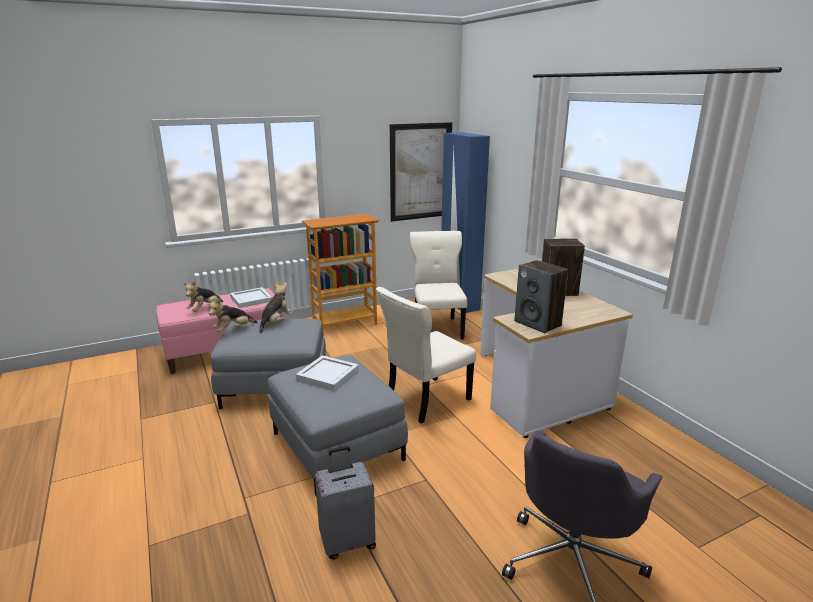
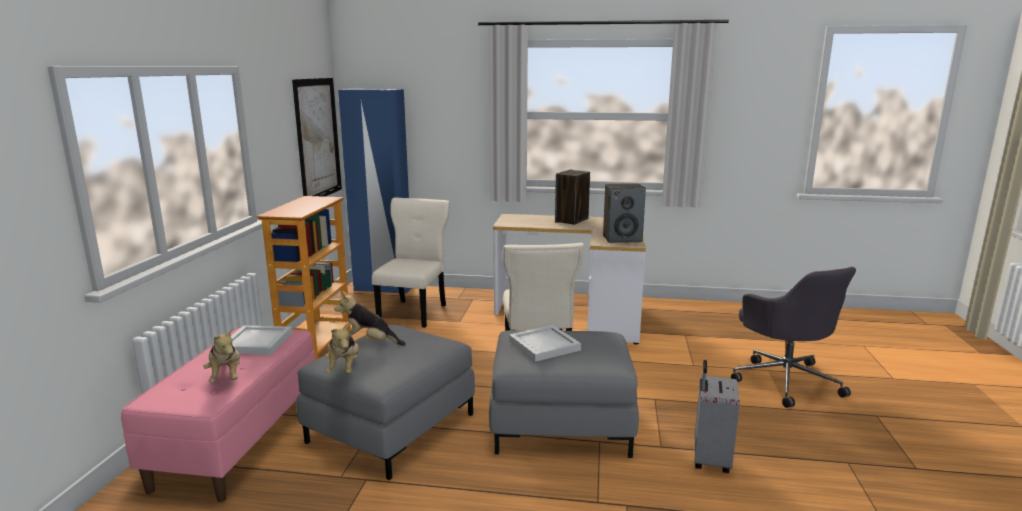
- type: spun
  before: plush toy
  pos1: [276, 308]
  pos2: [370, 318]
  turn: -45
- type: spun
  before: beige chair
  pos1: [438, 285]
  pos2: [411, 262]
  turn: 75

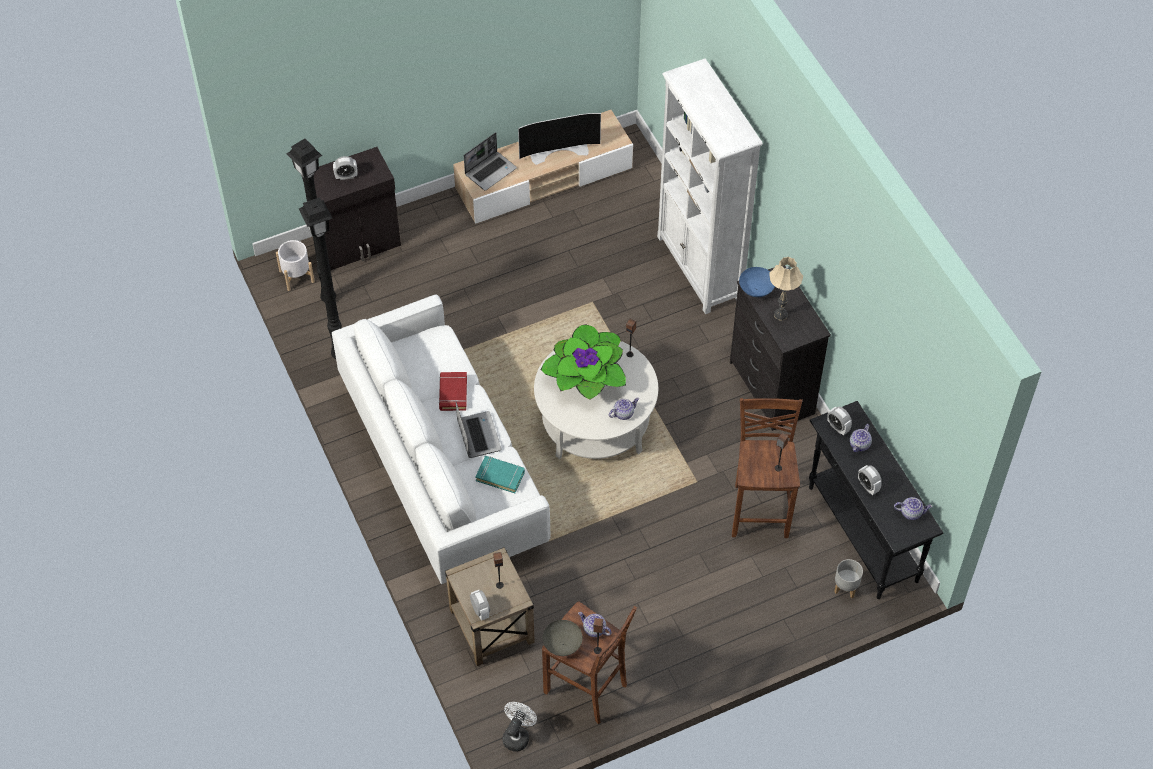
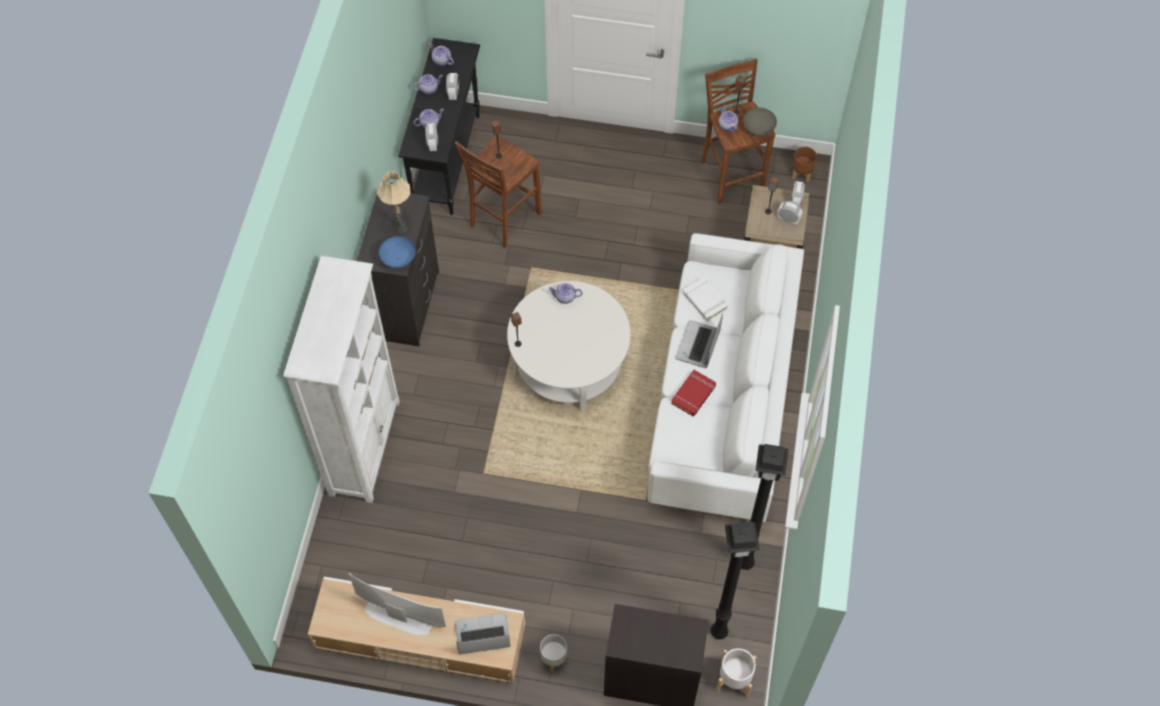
- type: relocated
  before: alarm clock
  pos1: [345, 168]
  pos2: [790, 213]
- type: colour
  before: turquoise book
  after: white book
  pos1: [500, 474]
  pos2: [705, 299]
- type: exchanged
  before: white fan
  after: brown planter
  pos1: [519, 727]
  pos2: [804, 164]
- type: missing
  before: potted plant
  pos1: [583, 362]
- type: relocated
  before: grey planter
  pos1: [848, 578]
  pos2: [553, 653]
- type: appeared
  after: teapot
  pos2: [427, 84]

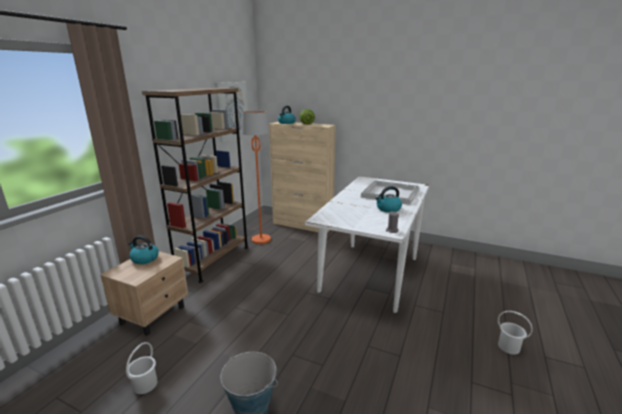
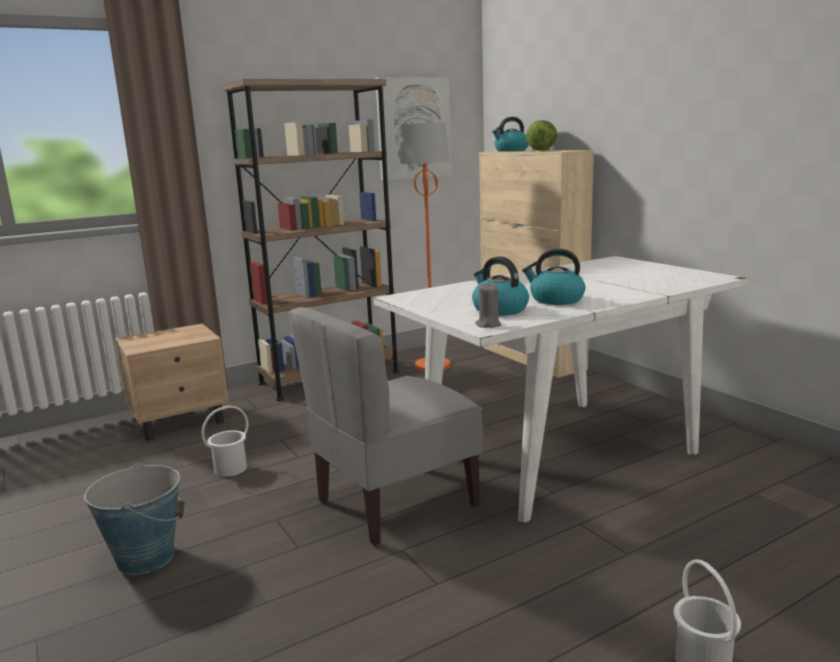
- type: relocated
  before: white bucket
  pos1: [142, 368]
  pos2: [224, 441]
- type: relocated
  before: kettle
  pos1: [143, 250]
  pos2: [500, 286]
- type: missing
  before: white tray
  pos1: [390, 192]
- type: appeared
  after: grey chair
  pos2: [386, 426]

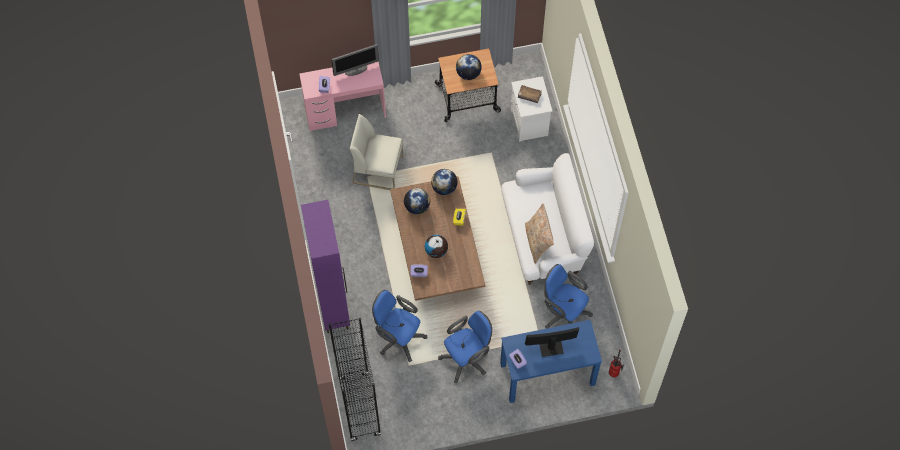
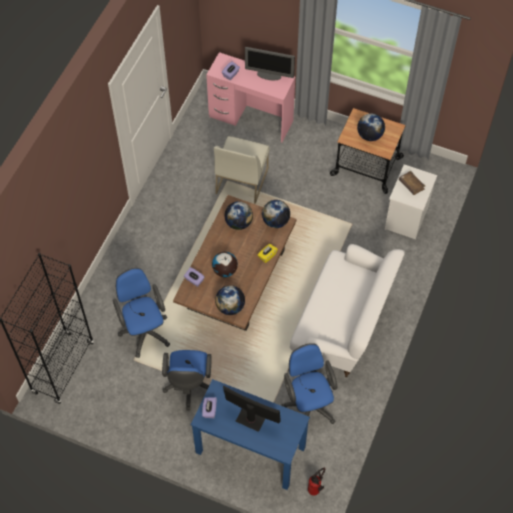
- type: missing
  before: purple cabinet
  pos1: [325, 266]
- type: spun
  before: white chair
  pos1: [376, 152]
  pos2: [242, 170]
  turn: -120
- type: spun
  before: blue office chair
  pos1: [465, 347]
  pos2: [186, 380]
  turn: 90
- type: missing
  before: beige pillow
  pos1: [539, 233]
- type: appeared
  after: globe
  pos2: [230, 300]

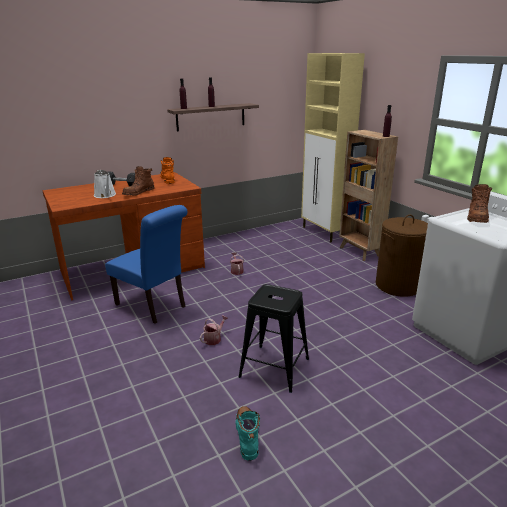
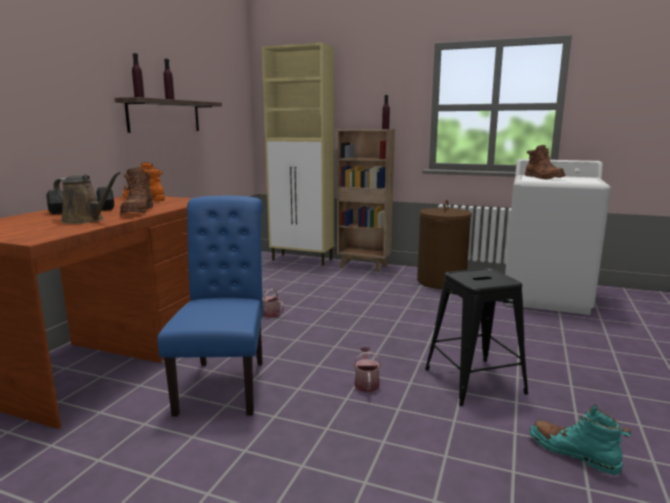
- type: colour
  before: white watering can
  after: brown watering can
  pos1: [105, 184]
  pos2: [87, 198]
- type: spun
  before: blue chair
  pos1: [146, 264]
  pos2: [210, 306]
  turn: -90

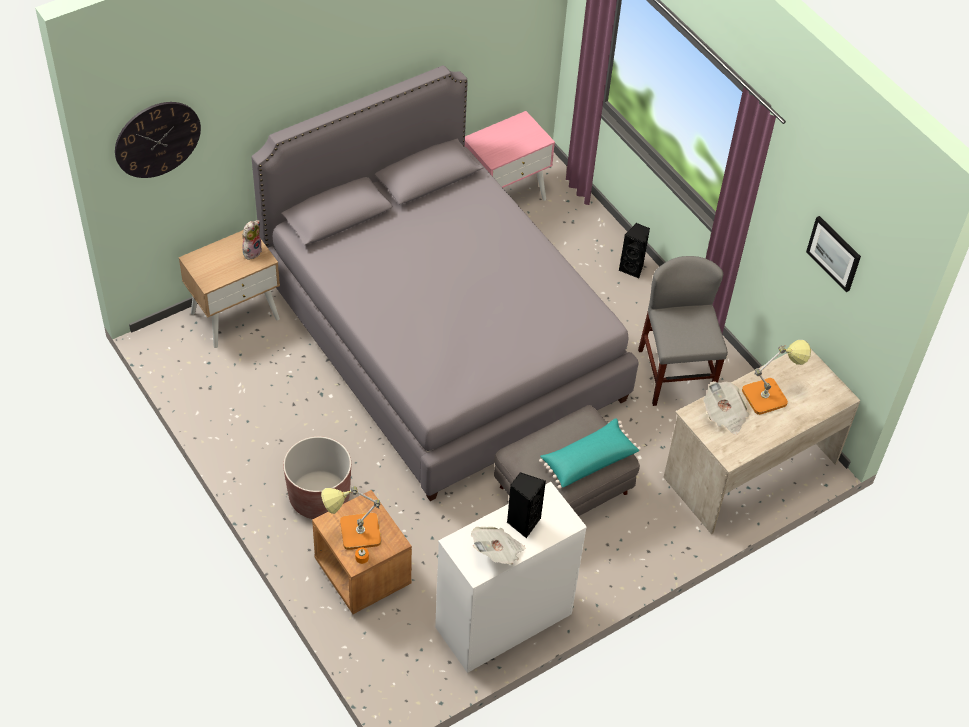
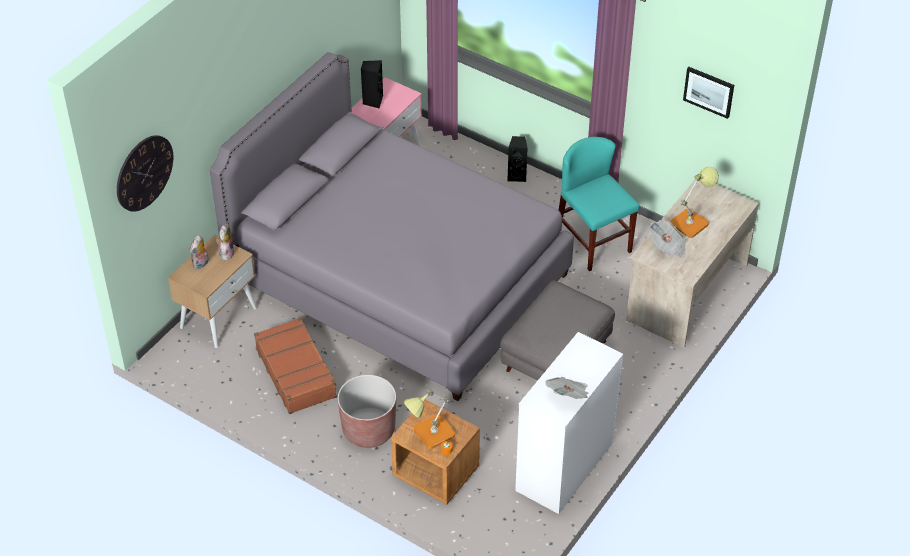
- type: relocated
  before: black speaker
  pos1: [526, 505]
  pos2: [372, 84]
- type: missing
  before: turquoise pillow
  pos1: [590, 454]
- type: colour
  before: grey chair
  after: turquoise chair
  pos1: [683, 331]
  pos2: [599, 204]
- type: appeared
  after: plush toy
  pos2: [199, 252]
- type: appeared
  after: brown suitcase
  pos2: [295, 366]

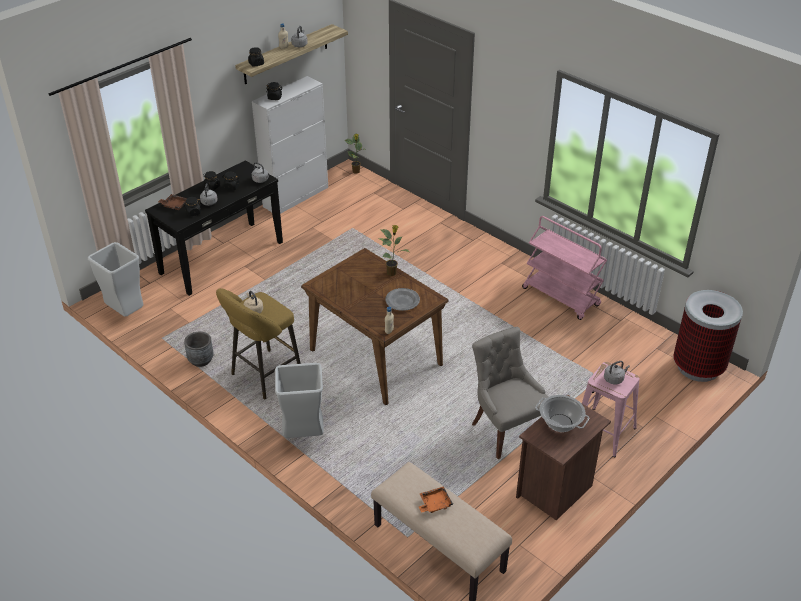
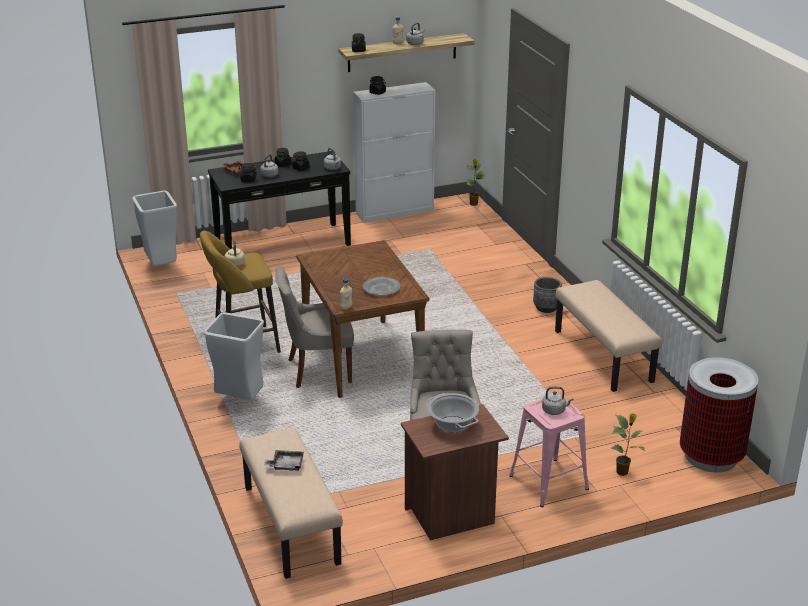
- type: relocated
  before: grey planter
  pos1: [199, 349]
  pos2: [547, 295]
- type: relocated
  before: potted plant
  pos1: [394, 250]
  pos2: [628, 444]
- type: colour
  before: orange tray
  after: grey tray
  pos1: [435, 499]
  pos2: [284, 460]
- type: exchanged
  before: pink cart
  after: beige bench
  pos1: [564, 268]
  pos2: [608, 336]
- type: appeared
  after: grey chair
  pos2: [314, 327]

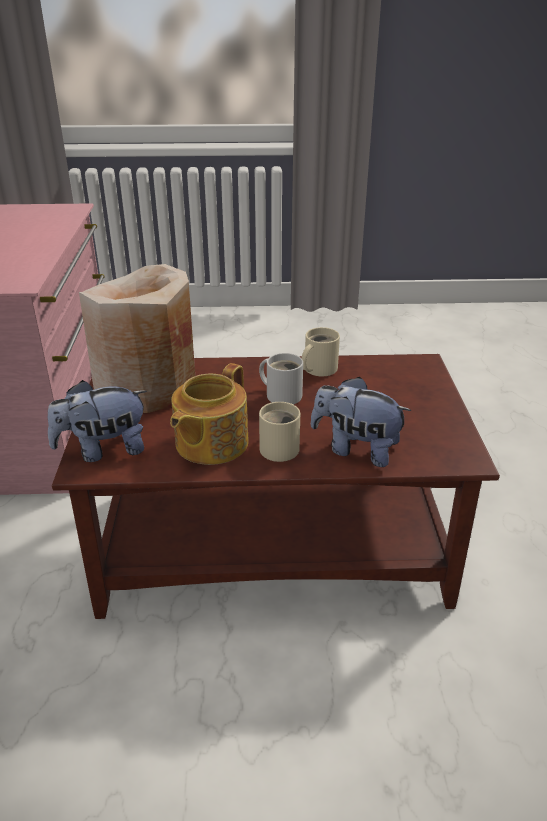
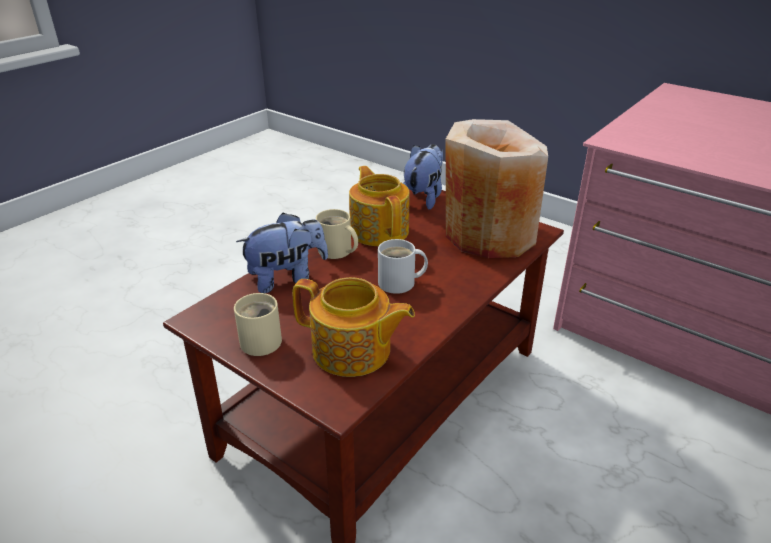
- type: relocated
  before: beige mug
  pos1: [321, 351]
  pos2: [258, 324]
- type: appeared
  after: teapot
  pos2: [354, 327]

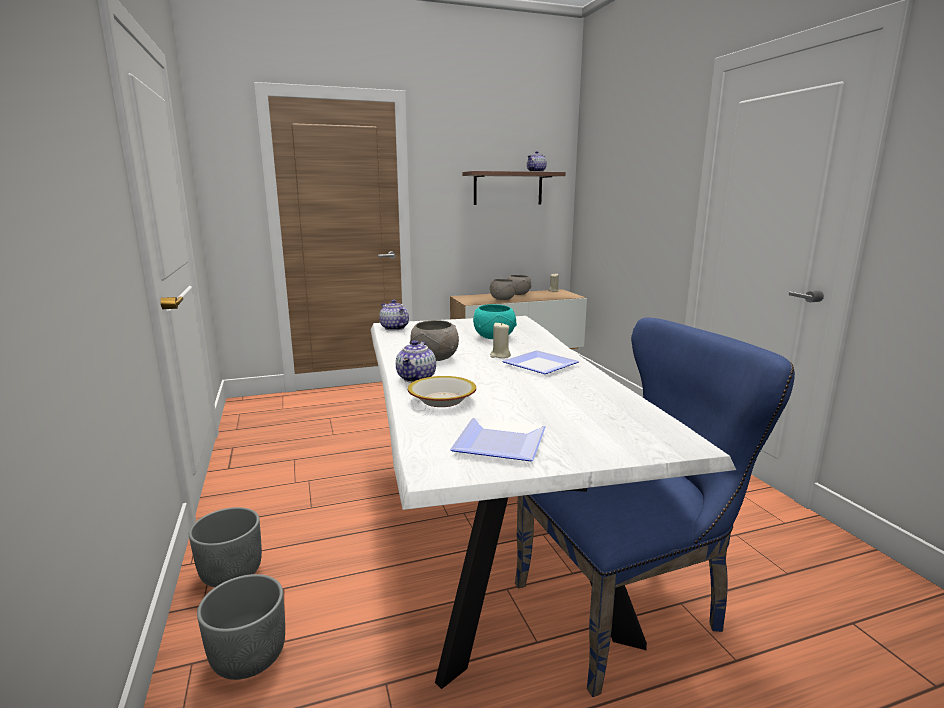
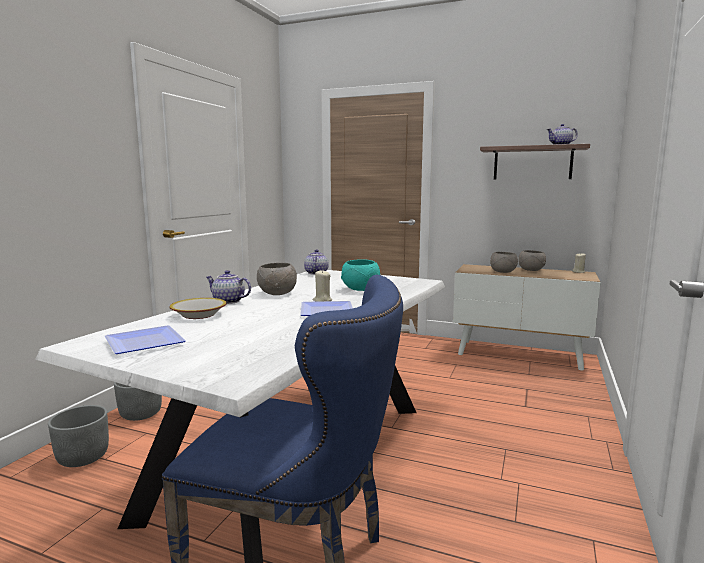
- type: spun
  before: teapot
  pos1: [416, 361]
  pos2: [228, 287]
  turn: 60

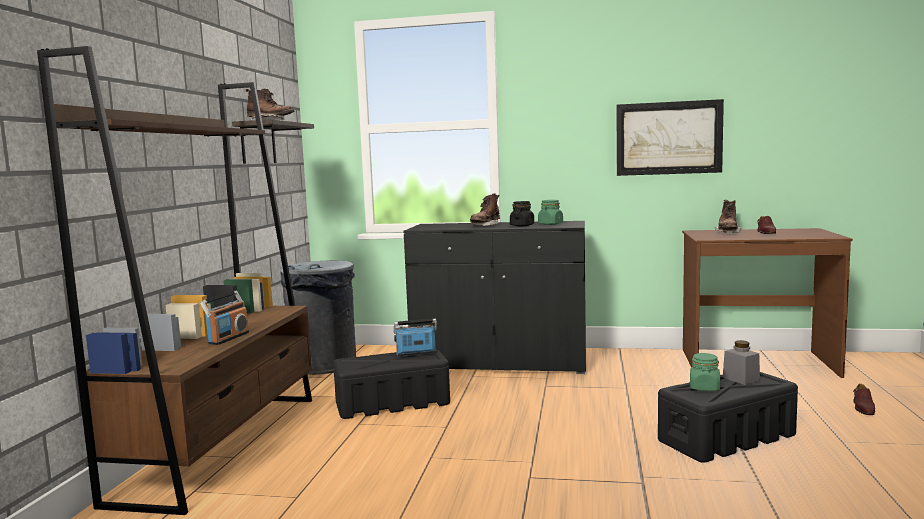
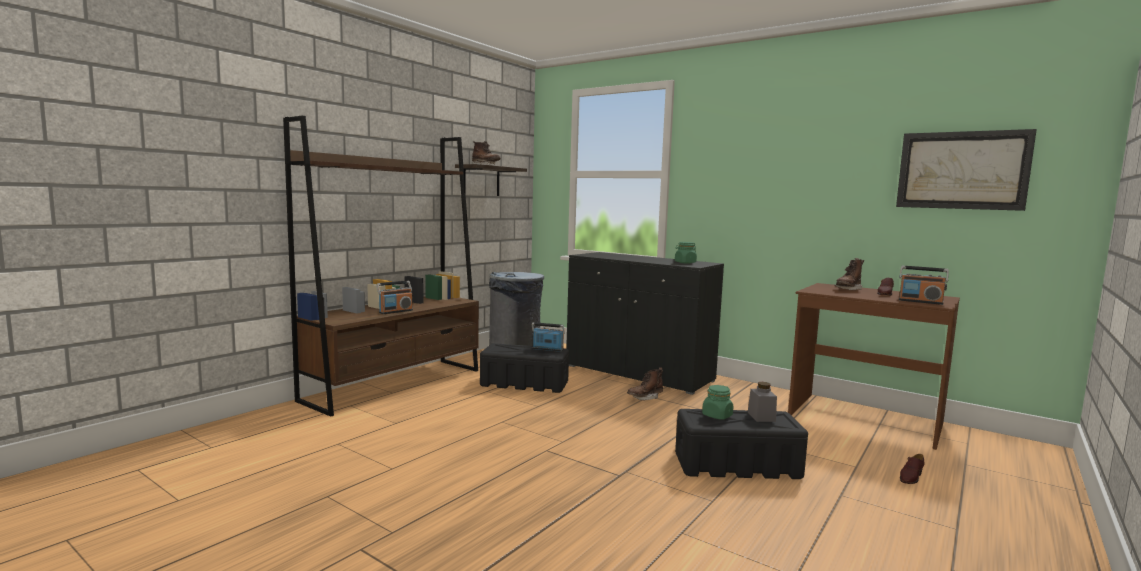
- type: relocated
  before: brown boot
  pos1: [485, 209]
  pos2: [645, 383]
- type: missing
  before: black jar
  pos1: [522, 213]
- type: relocated
  before: picture
  pos1: [670, 137]
  pos2: [966, 170]
- type: appeared
  after: radio
  pos2: [924, 285]

